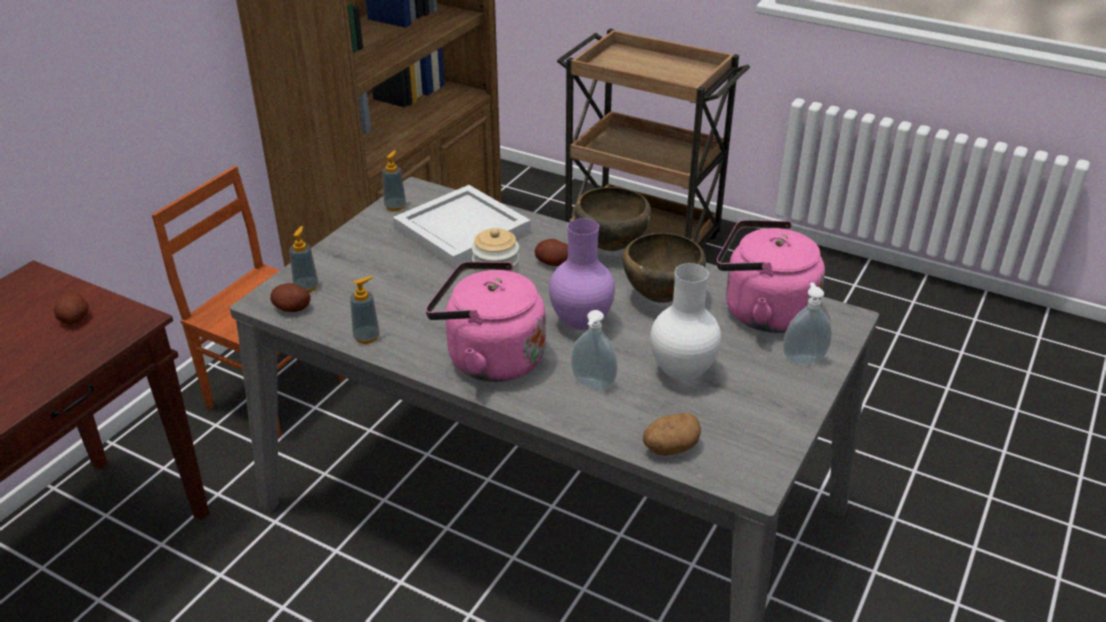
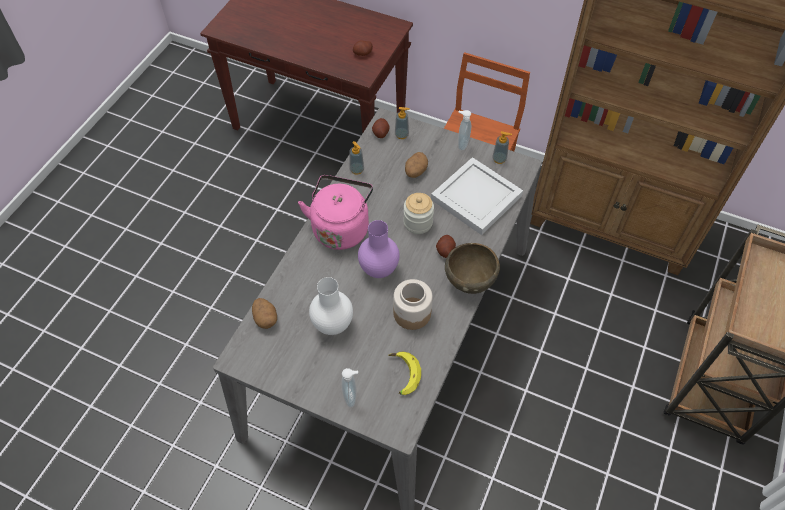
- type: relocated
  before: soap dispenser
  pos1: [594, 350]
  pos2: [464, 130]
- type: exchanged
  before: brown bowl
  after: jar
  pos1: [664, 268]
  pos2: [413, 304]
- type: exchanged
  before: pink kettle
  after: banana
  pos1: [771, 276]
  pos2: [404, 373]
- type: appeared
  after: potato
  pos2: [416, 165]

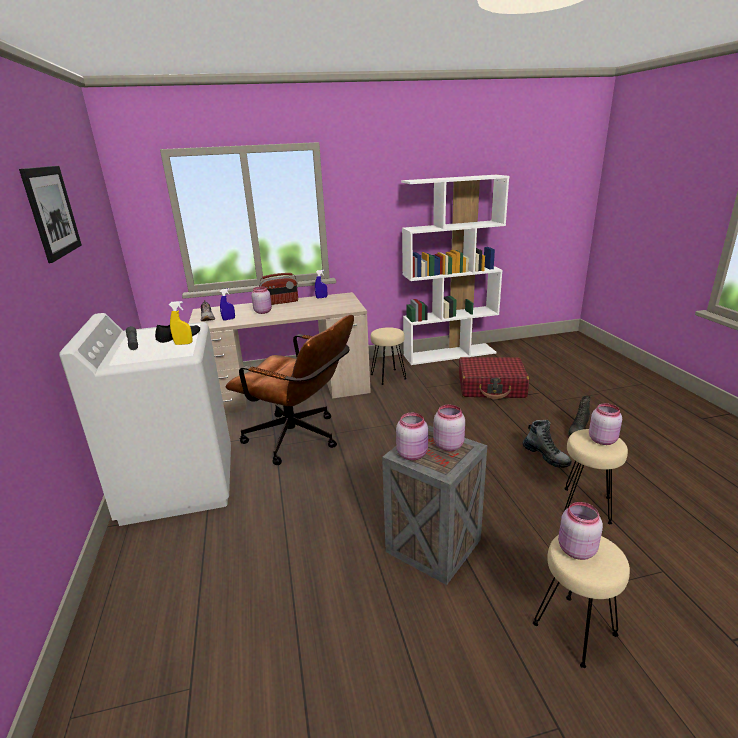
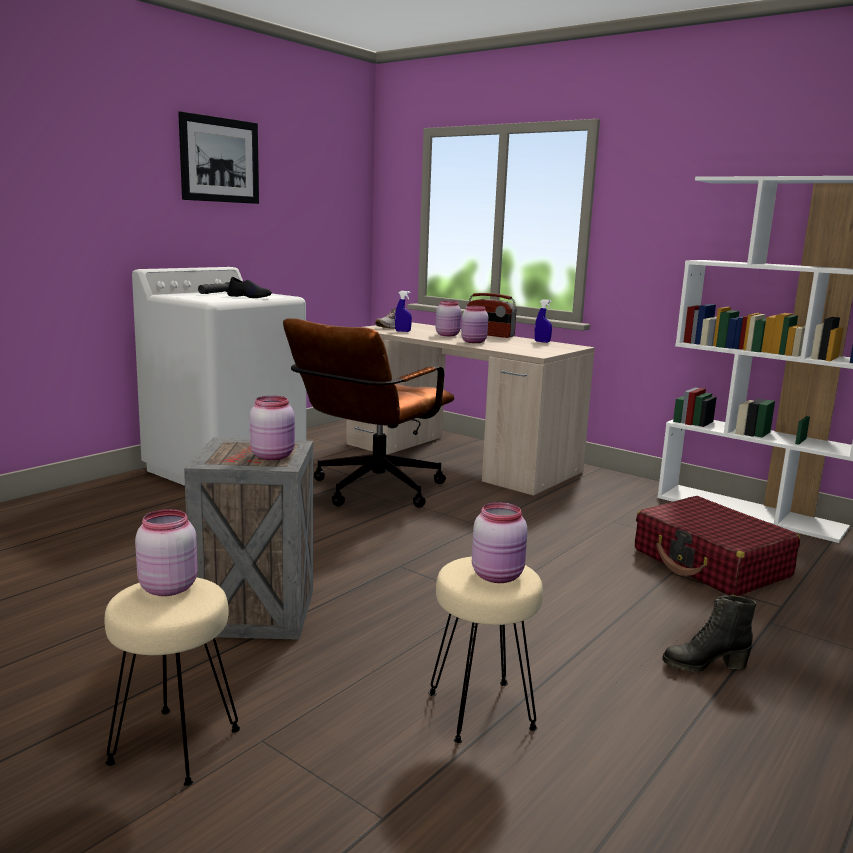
- type: missing
  before: yellow spray bottle
  pos1: [181, 323]
- type: spun
  before: brown office chair
  pos1: [290, 390]
  pos2: [369, 413]
  turn: 45
- type: missing
  before: beige stool
  pos1: [388, 356]
- type: relocated
  before: pink jar
  pos1: [412, 436]
  pos2: [474, 324]
- type: missing
  before: boot
  pos1: [547, 444]

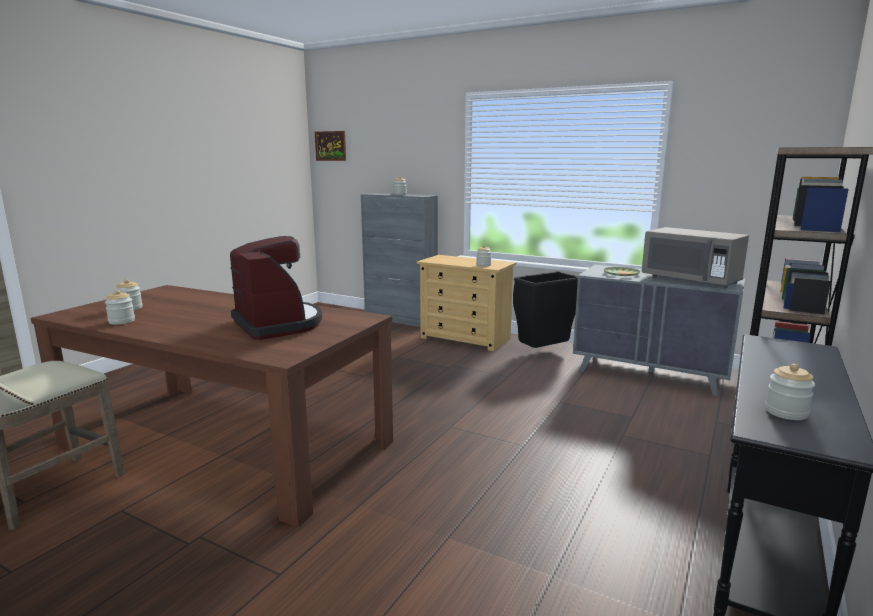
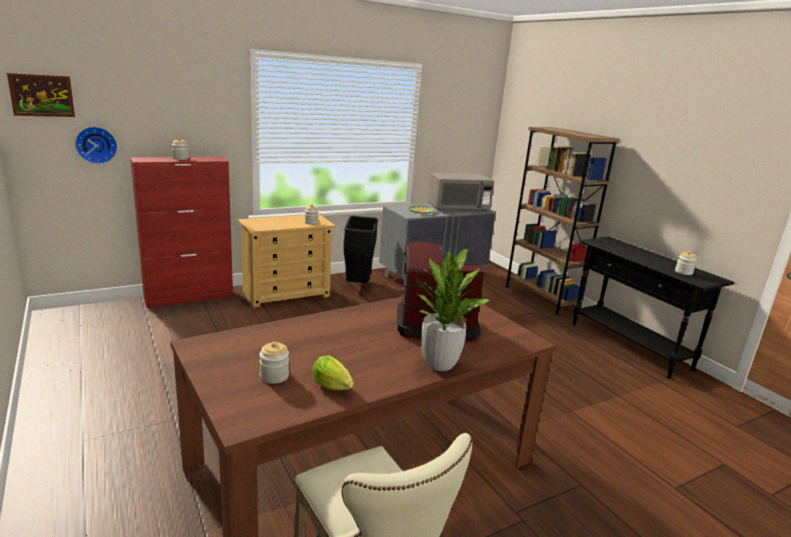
- type: exchanged
  before: jar
  after: lettuce
  pos1: [120, 307]
  pos2: [333, 372]
- type: colour
  before: grey cabinet
  after: red cabinet
  pos1: [399, 260]
  pos2: [181, 232]
- type: appeared
  after: wall clock
  pos2: [96, 145]
- type: appeared
  after: potted plant
  pos2: [452, 310]

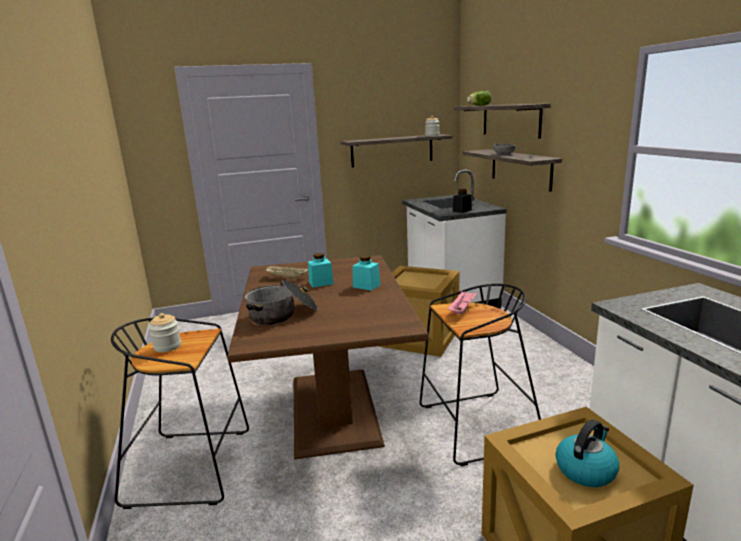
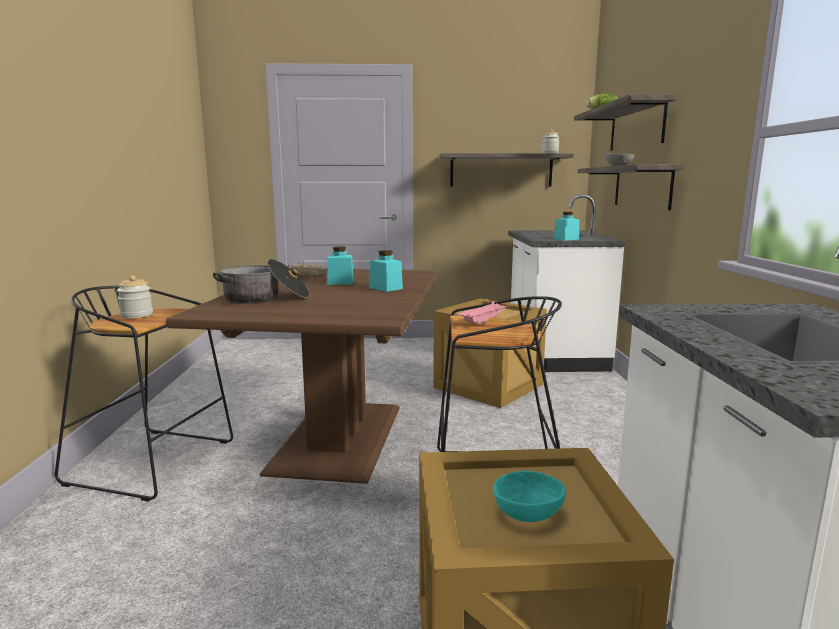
- type: colour
  before: black jar
  after: turquoise jar
  pos1: [462, 201]
  pos2: [566, 226]
- type: exchanged
  before: kettle
  after: turquoise bowl
  pos1: [587, 453]
  pos2: [529, 496]

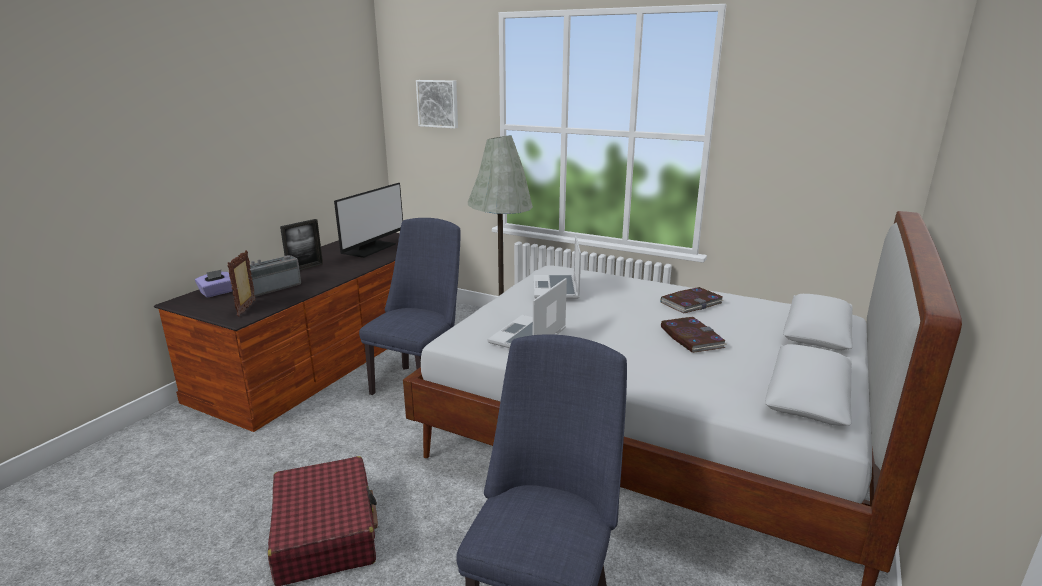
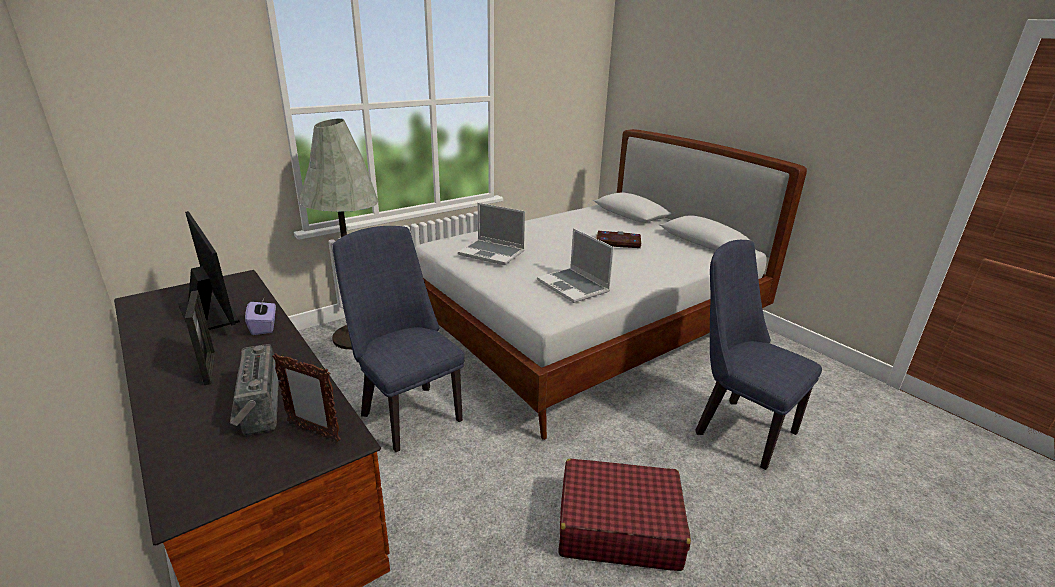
- type: relocated
  before: purple tissue box
  pos1: [214, 284]
  pos2: [260, 316]
- type: missing
  before: picture
  pos1: [437, 104]
- type: missing
  before: book
  pos1: [692, 300]

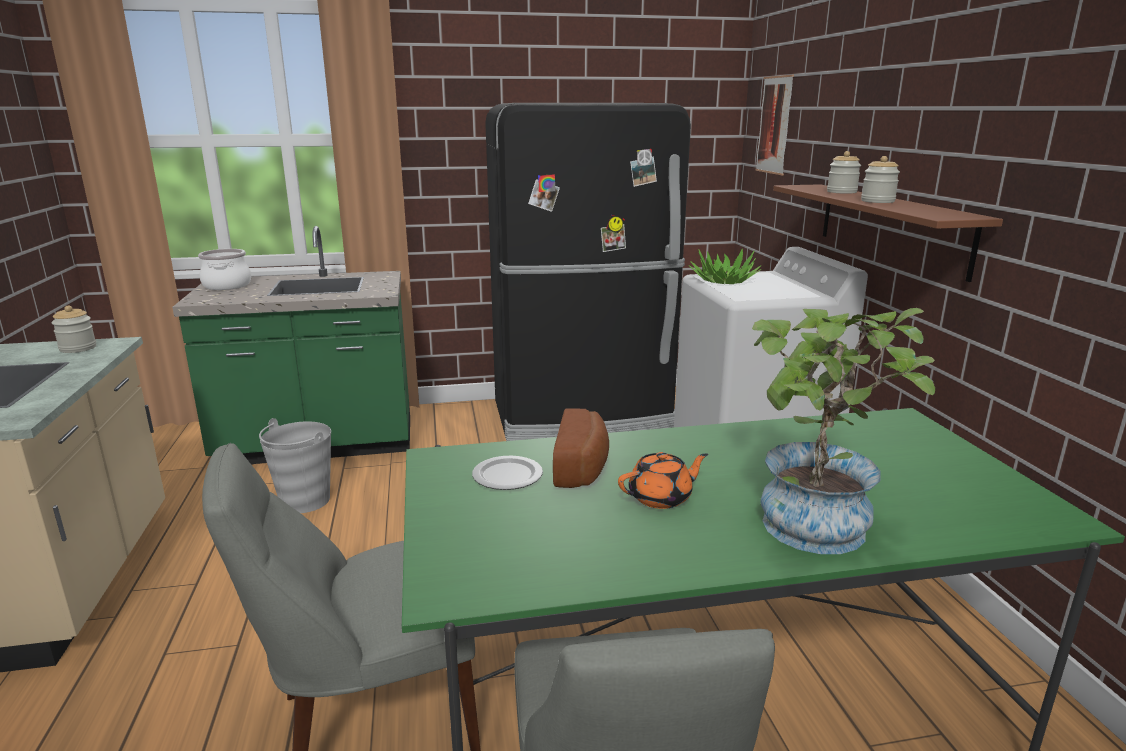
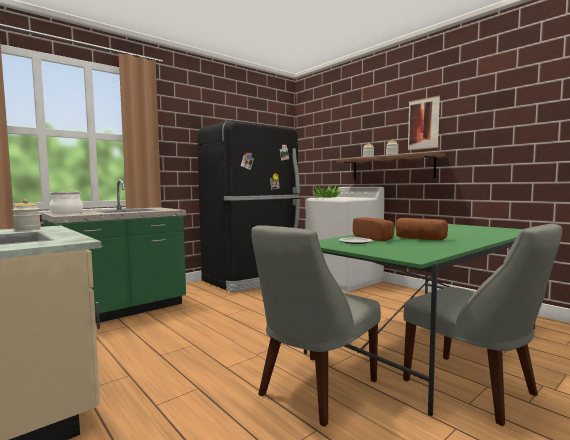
- type: missing
  before: grey bucket
  pos1: [295, 465]
- type: exchanged
  before: orange teapot
  after: bread
  pos1: [663, 480]
  pos2: [422, 229]
- type: missing
  before: potted plant
  pos1: [843, 431]
- type: relocated
  before: picture
  pos1: [774, 125]
  pos2: [424, 122]

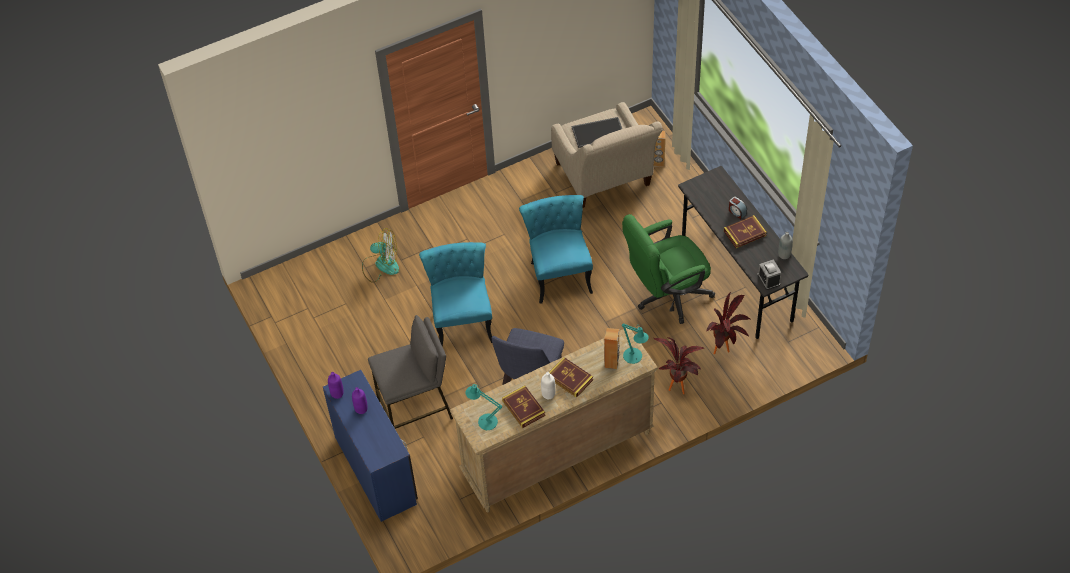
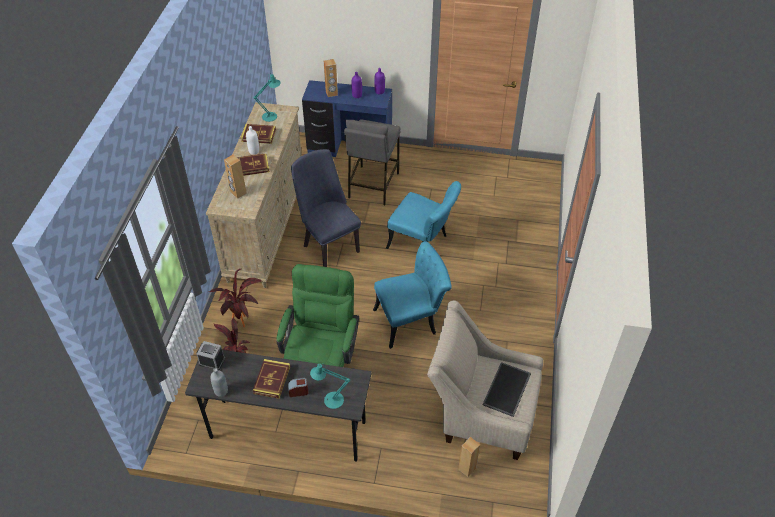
- type: missing
  before: fan
  pos1: [380, 255]
- type: spun
  before: turquoise chair
  pos1: [556, 249]
  pos2: [412, 295]
  turn: -45
- type: relocated
  before: turquoise table lamp
  pos1: [635, 344]
  pos2: [330, 386]
- type: appeared
  after: brown speaker
  pos2: [331, 78]

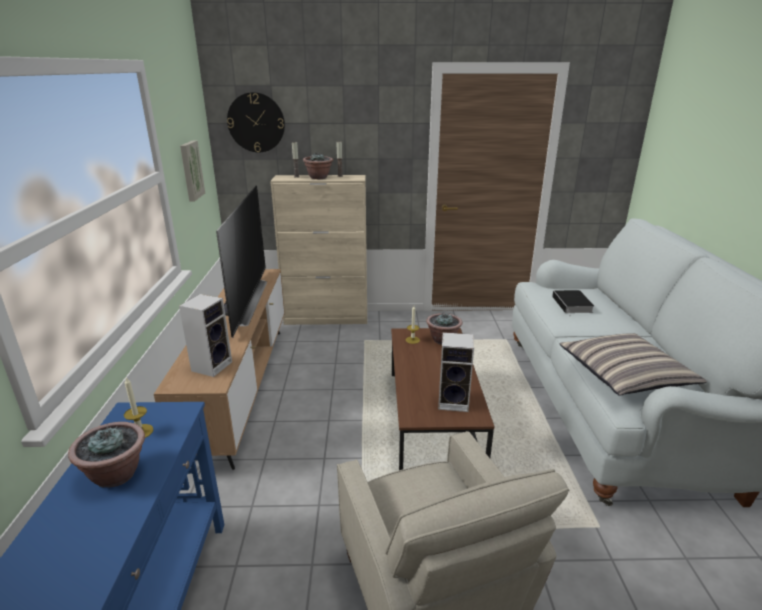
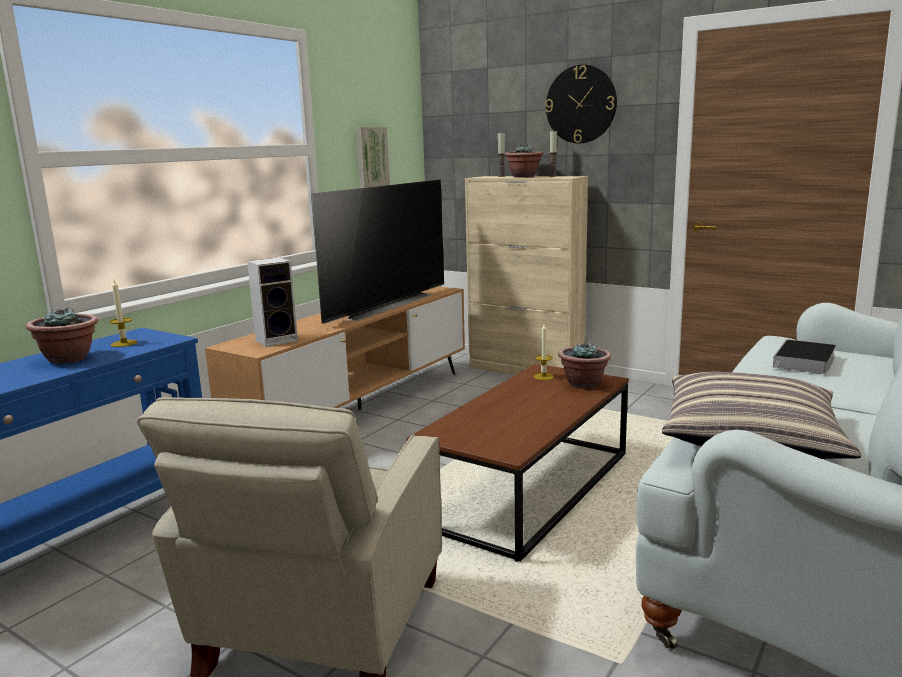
- type: relocated
  before: wall clock
  pos1: [256, 122]
  pos2: [581, 104]
- type: missing
  before: speaker
  pos1: [456, 372]

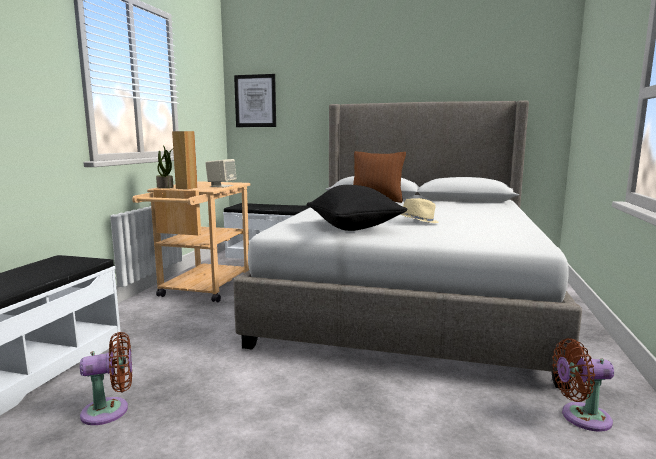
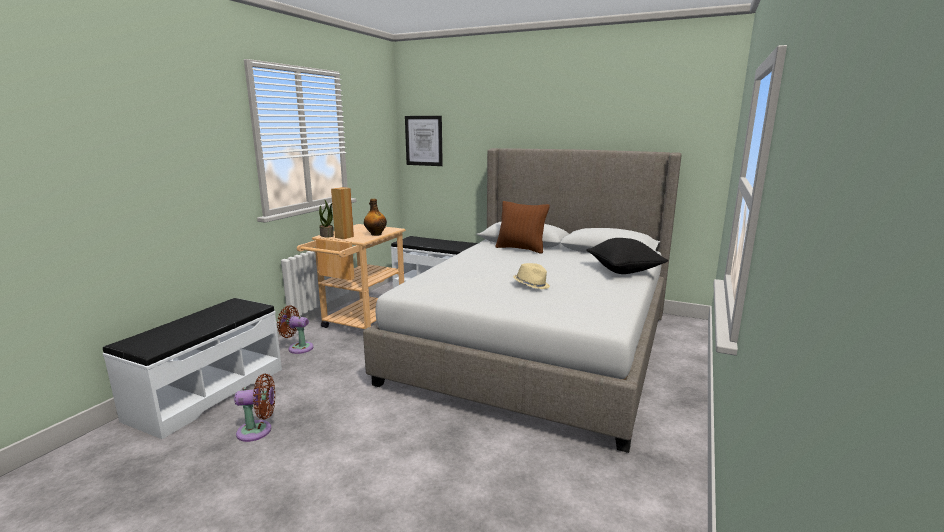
- type: exchanged
  before: beige speaker
  after: bottle
  pos1: [221, 173]
  pos2: [375, 217]
- type: relocated
  before: black pillow
  pos1: [357, 208]
  pos2: [627, 256]
- type: relocated
  before: brown fan
  pos1: [583, 385]
  pos2: [295, 329]

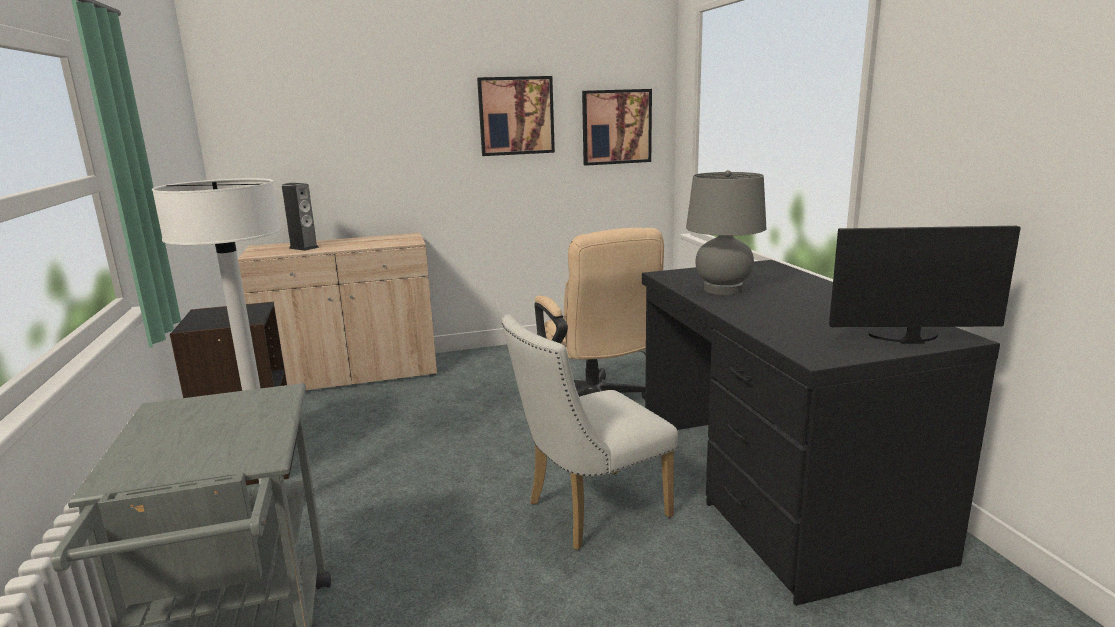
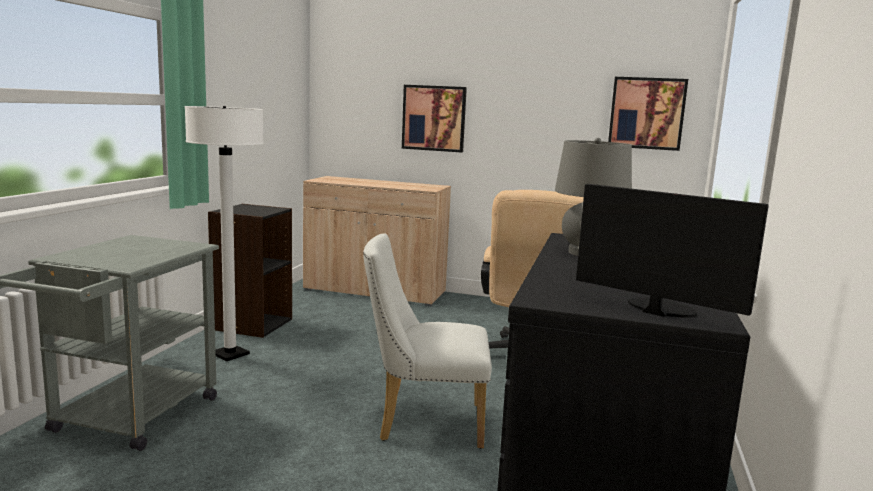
- type: missing
  before: speaker
  pos1: [300, 217]
- type: relocated
  before: picture
  pos1: [516, 116]
  pos2: [434, 119]

